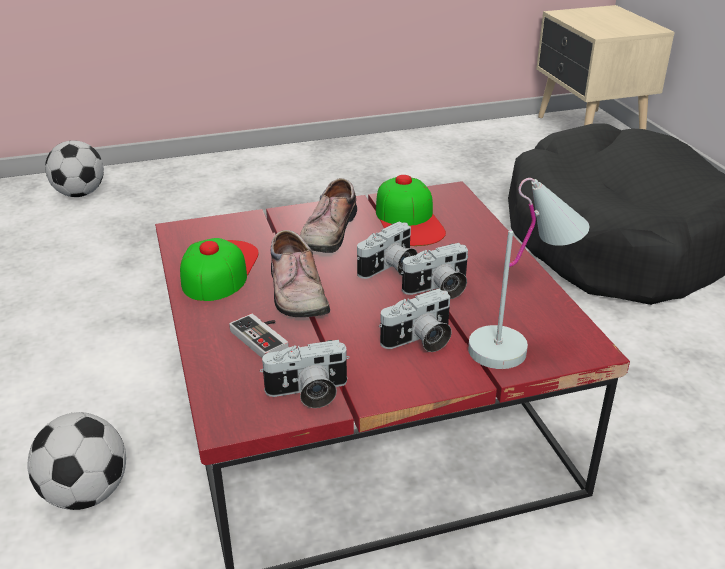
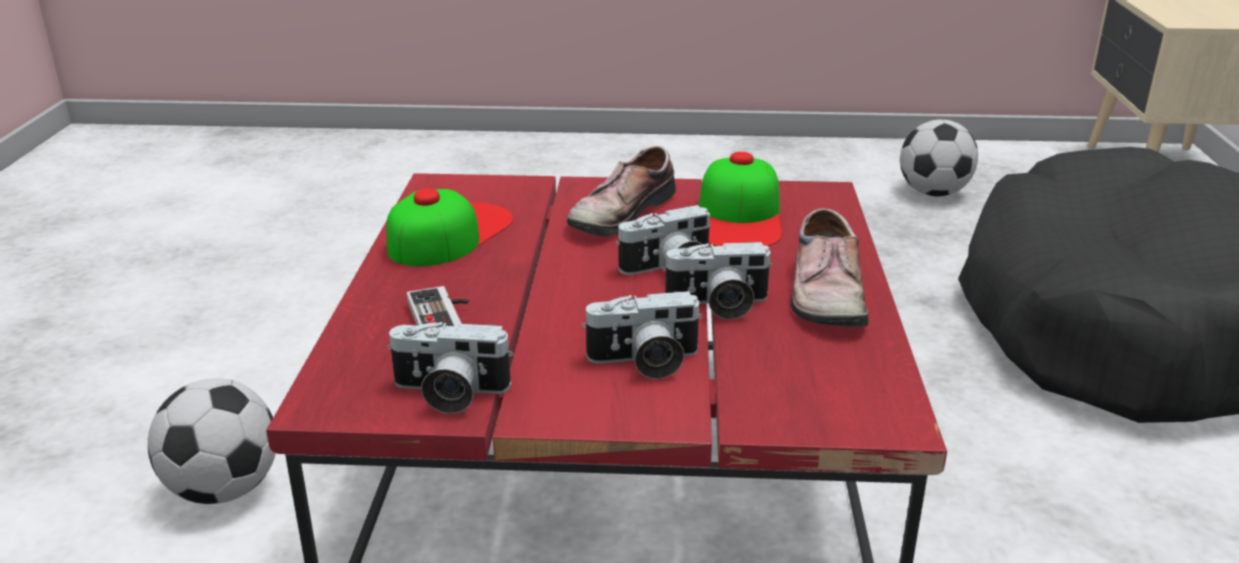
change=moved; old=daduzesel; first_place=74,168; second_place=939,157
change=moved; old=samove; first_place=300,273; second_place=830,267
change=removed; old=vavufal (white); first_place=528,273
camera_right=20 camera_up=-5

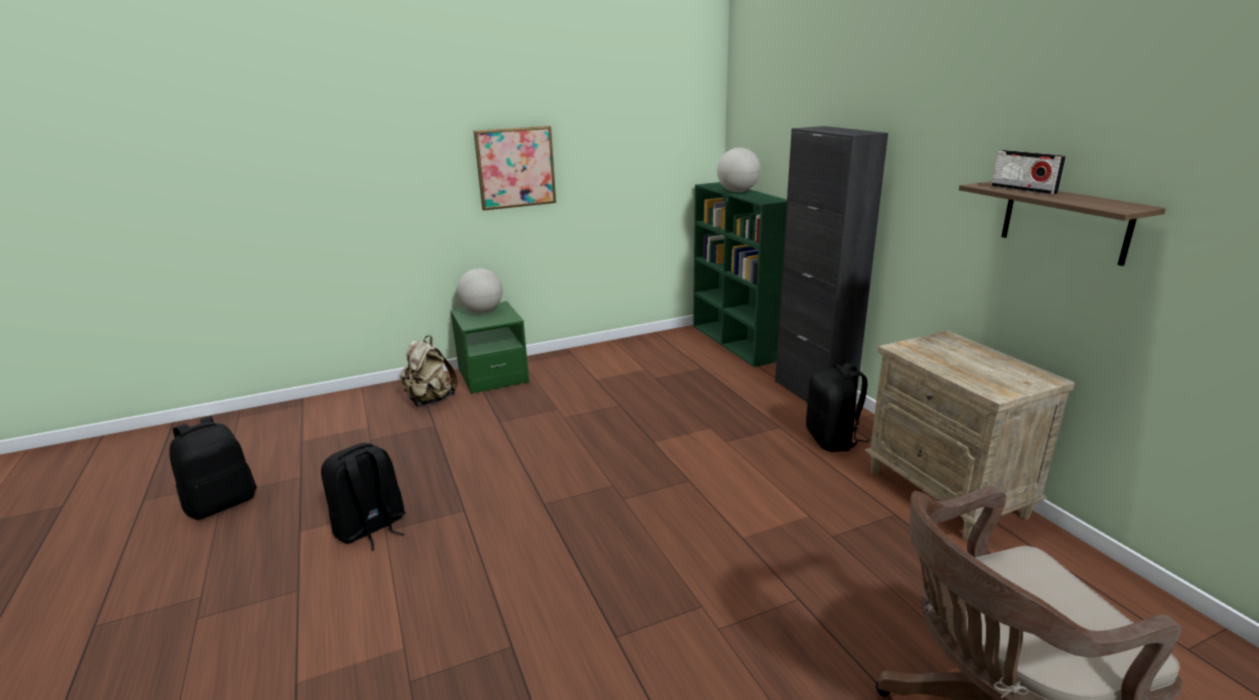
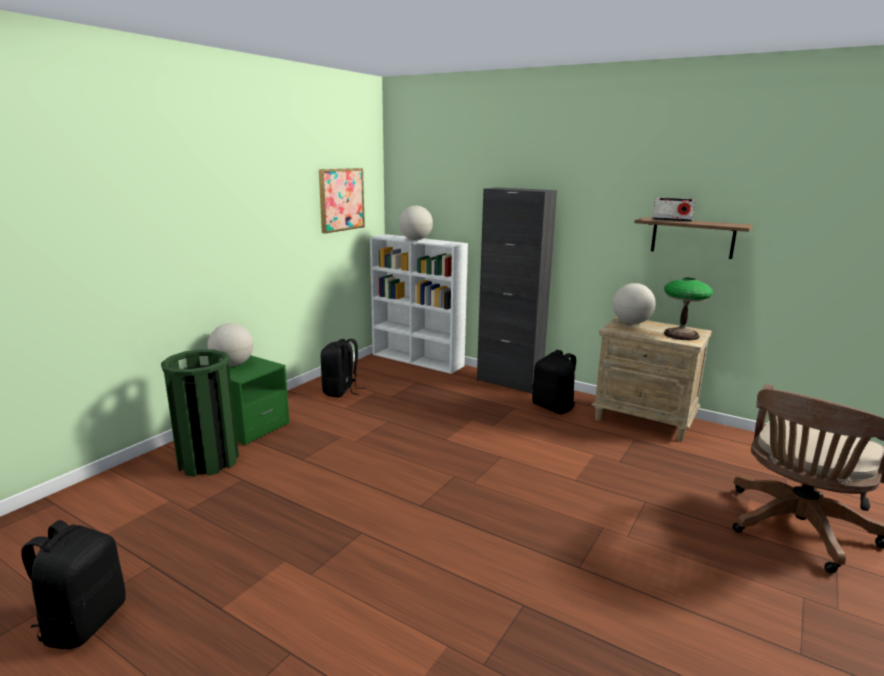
change=moved; old=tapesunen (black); first_place=363,497; second_place=342,368
change=replaced; old=tapesunen (beige); new=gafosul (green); first_place=429,371; second_place=200,413
change=moved; old=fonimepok; first_place=514,168; second_place=342,200
change=recoloured; old=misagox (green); new=misagox (white); first_place=740,274; second_place=419,304
change=added; new=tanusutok; second_place=634,303
change=added; new=vavufal; second_place=688,309
camera_right=-35 camera_up=-5

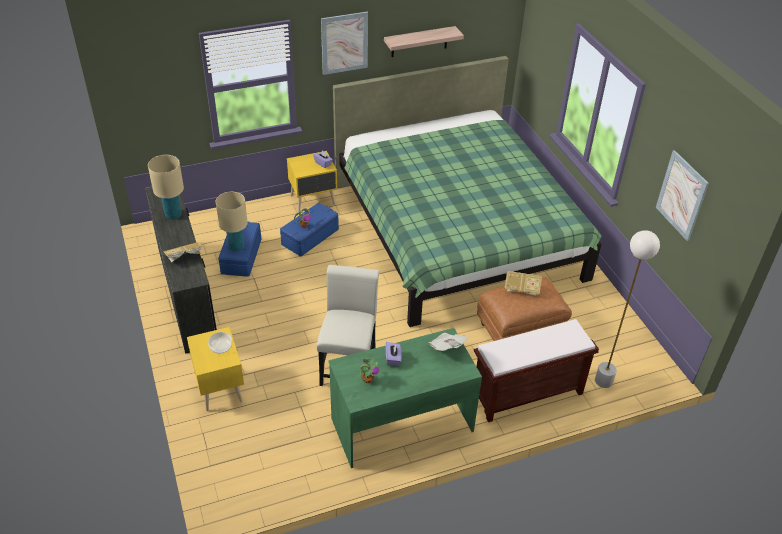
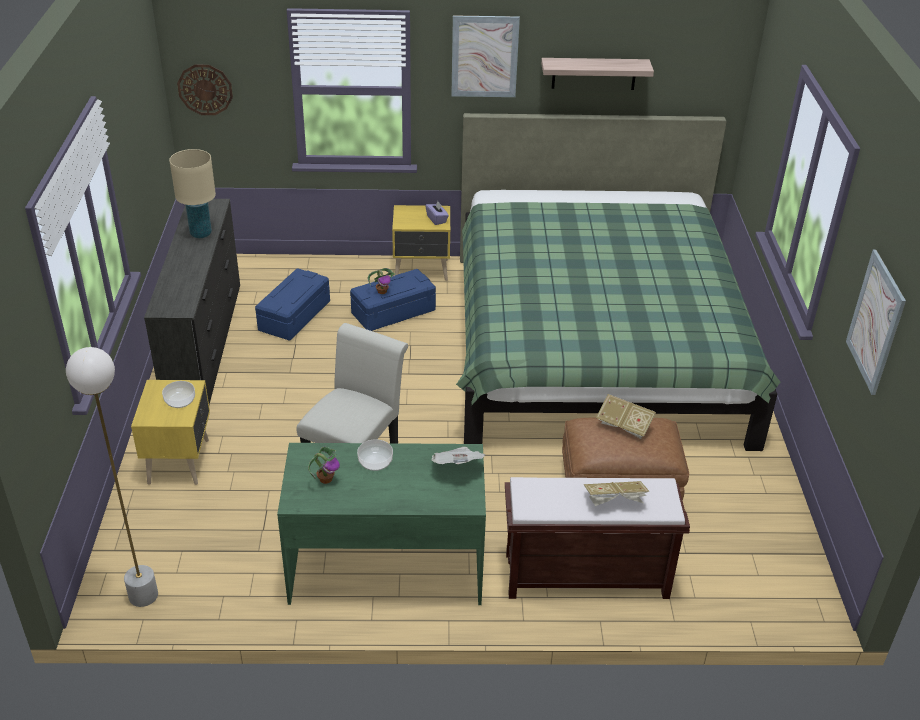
change=moved; old=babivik; first_place=182,252; second_place=616,493
change=removed; old=vavufal (beige); first_place=232,222
change=replaced; old=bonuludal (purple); new=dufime; first_place=393,354; second_place=375,455
change=moved; old=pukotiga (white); first_place=627,309; second_place=112,477
change=added; new=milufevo; second_place=205,90
camera_right=20 camera_up=-5

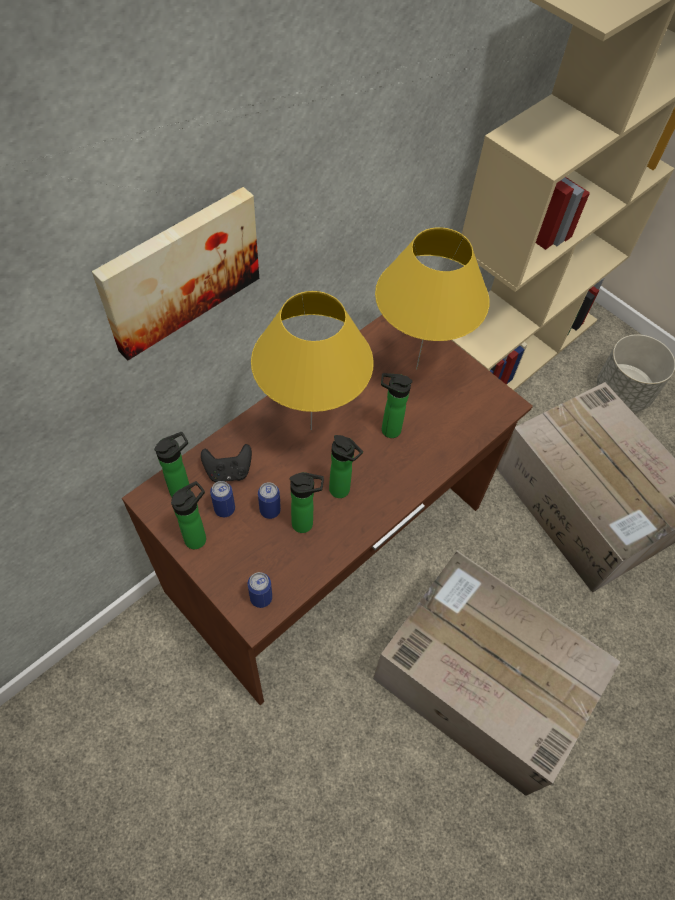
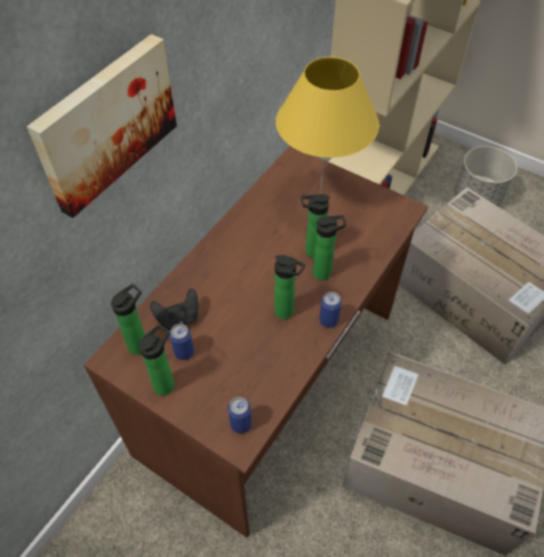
change=removed; old=vavufal (yellow); first_place=312,360
change=moved; old=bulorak; first_place=269,500; second_place=330,310
change=moved; old=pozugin; first_place=307,502; second_place=329,247
camera_right=-10 camera_up=-5

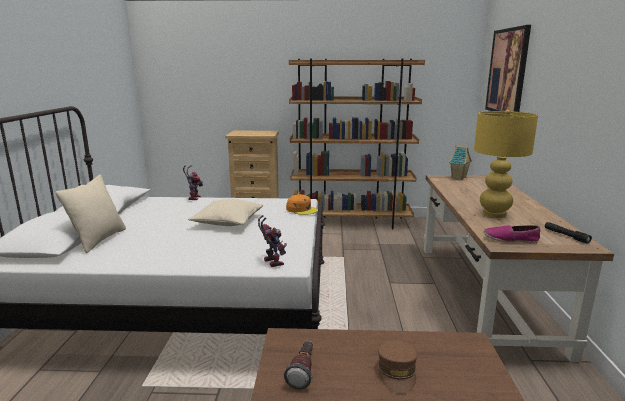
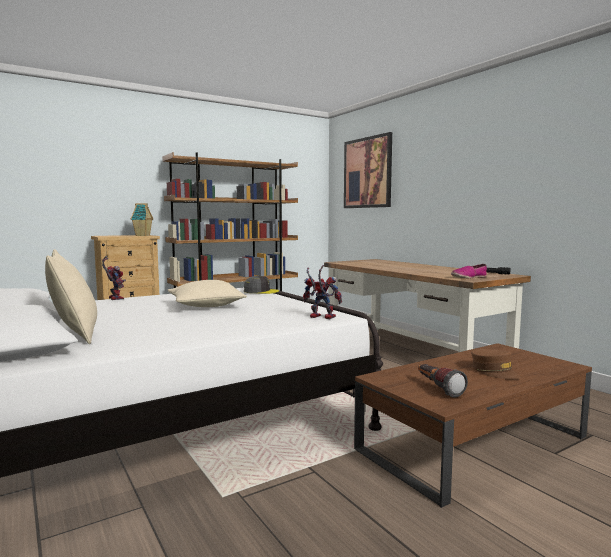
change=recoloured; old=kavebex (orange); new=kavebex (grey); first_place=302,204; second_place=261,285
change=moved; old=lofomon; first_place=460,162; second_place=142,219
change=removed; old=vavufal (yellow); first_place=506,164
camera_right=-35 camera_up=-10

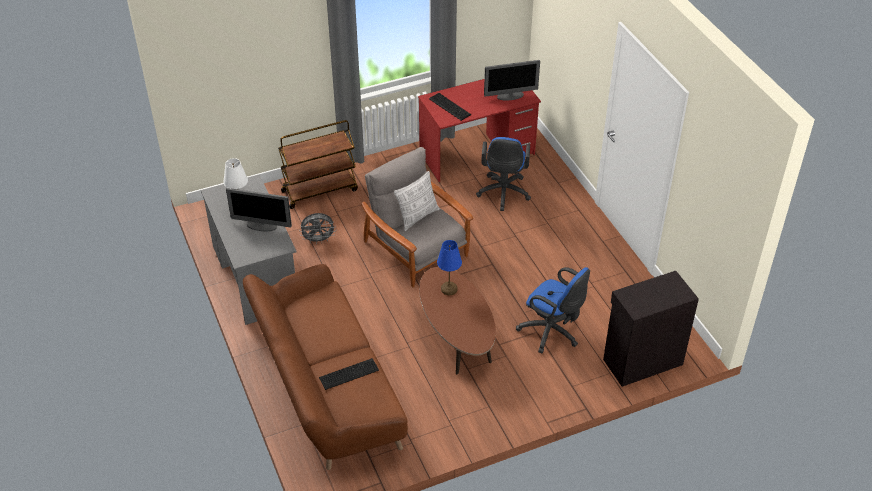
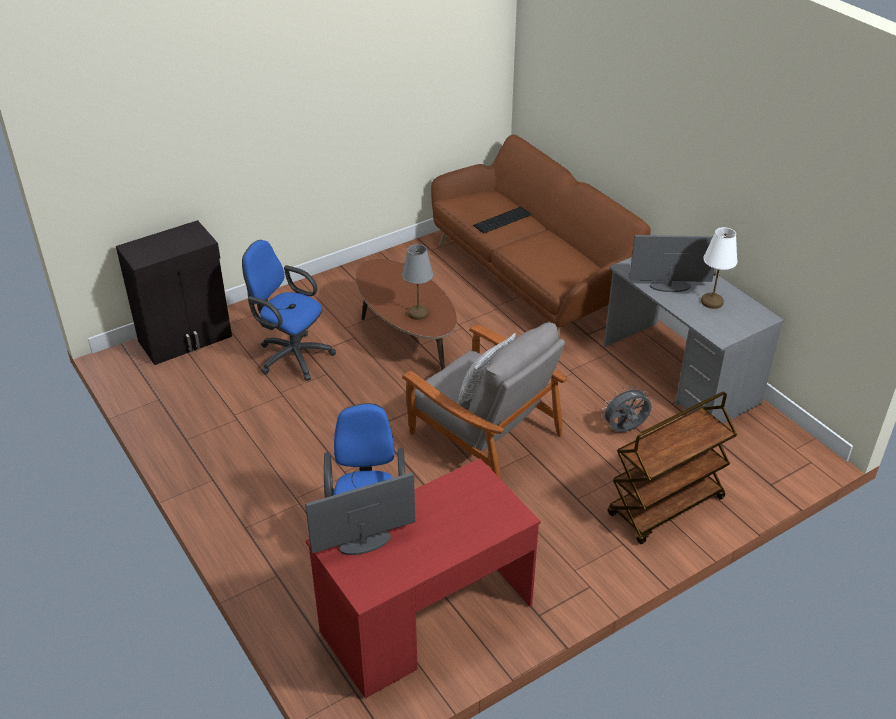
change=removed; old=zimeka; first_place=450,107
change=recoloured; old=vavufal (blue); new=vavufal (grey); first_place=449,267; second_place=417,282
camera_right=170 camera_up=-5

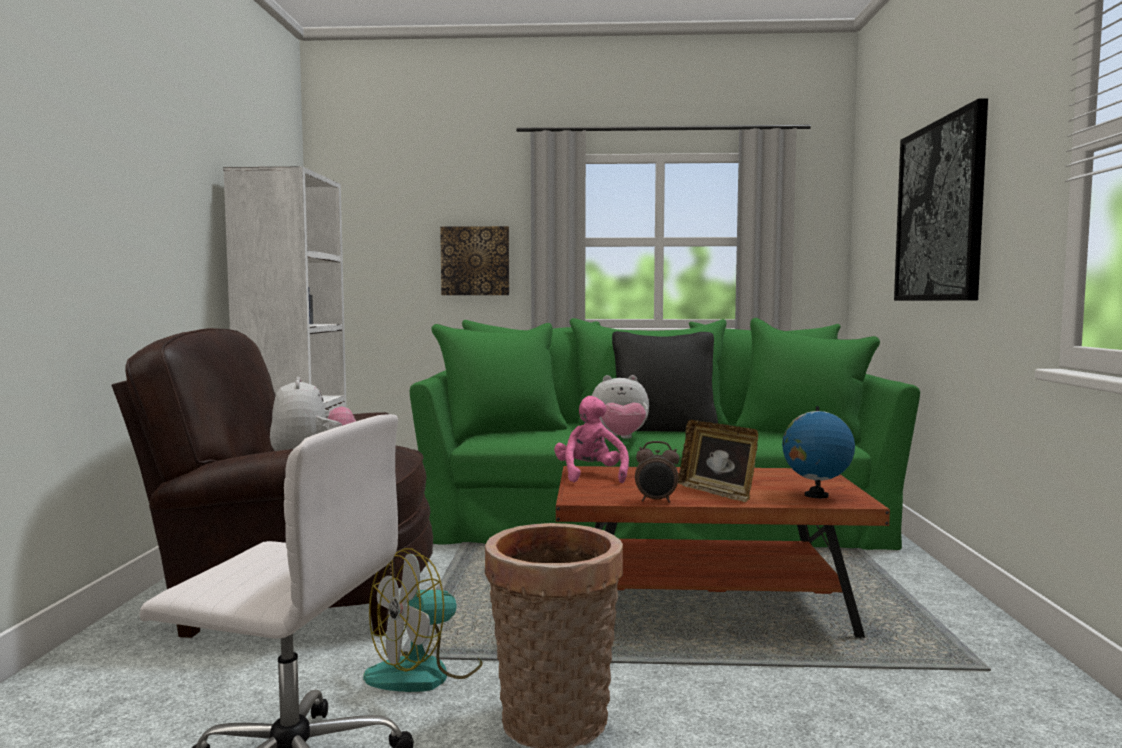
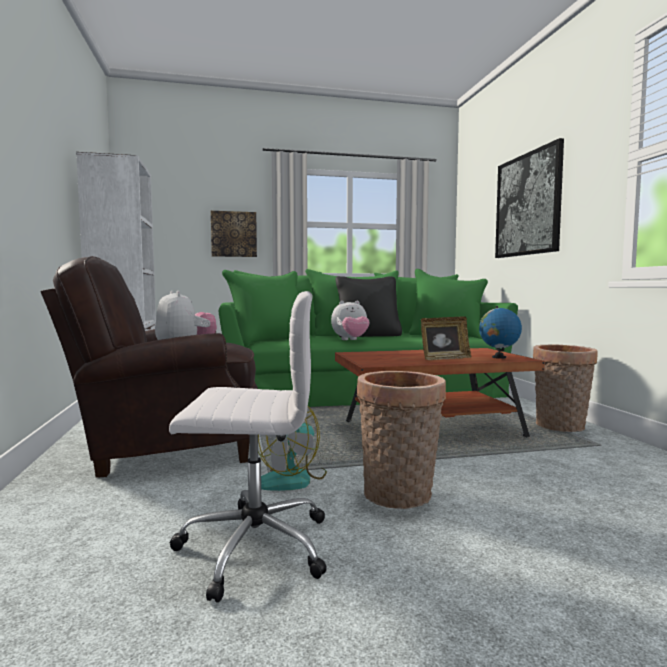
change=removed; old=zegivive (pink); first_place=591,439
change=removed; old=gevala; first_place=657,472
change=turned; old=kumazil; first_place=718,461; second_place=446,338; degrees=-60
change=added; new=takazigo; second_place=565,388
camera_right=-15 camera_up=0

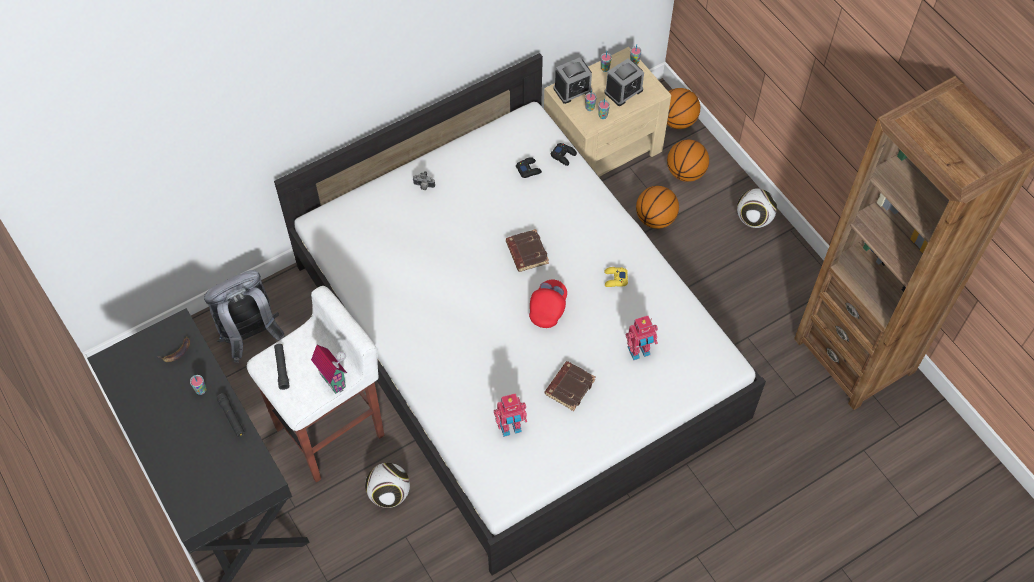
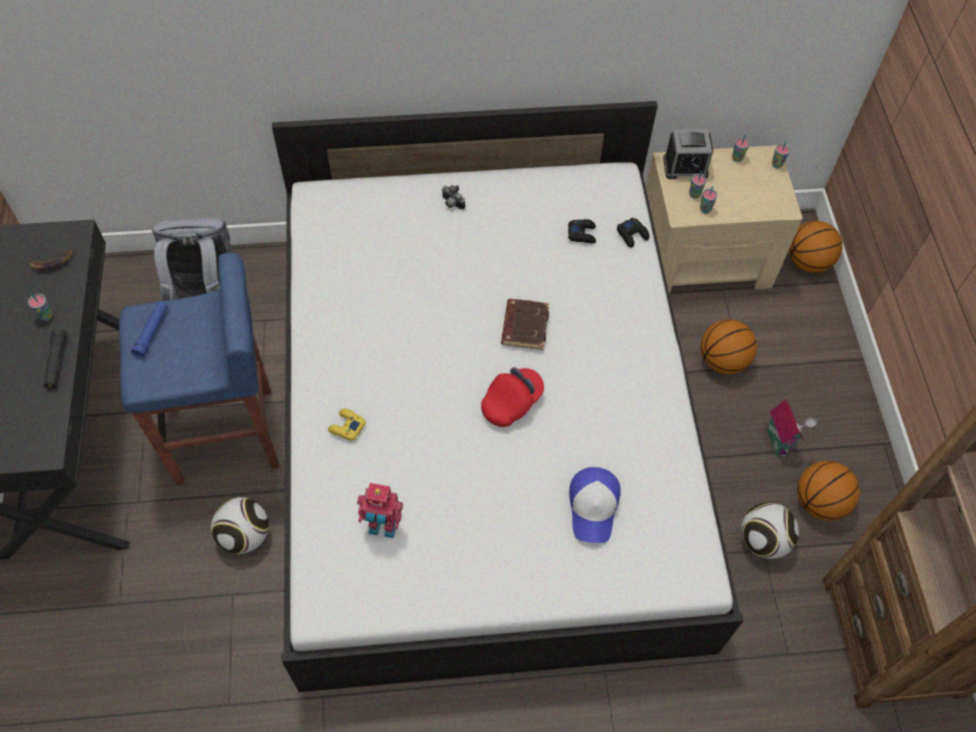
change=recoloured; old=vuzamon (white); new=vuzamon (blue); first_place=316,384; second_place=199,369
change=recoloured; old=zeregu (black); new=zeregu (blue); first_place=282,367; second_place=149,329
change=moved; old=lofomon; first_place=329,369; second_place=791,428
change=removed; old=babivik (brown); first_place=569,386
change=removed; old=gevala; first_place=624,82
change=moved; old=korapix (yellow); first_place=616,277; second_place=347,424
change=replaced; old=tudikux; new=kavebex; first_place=642,338; second_place=595,505
change=moved; old=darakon; first_place=688,161; second_place=828,491
change=moved; old=daduzesel; first_place=757,208; second_place=770,530
camera_right=25 camera_up=0

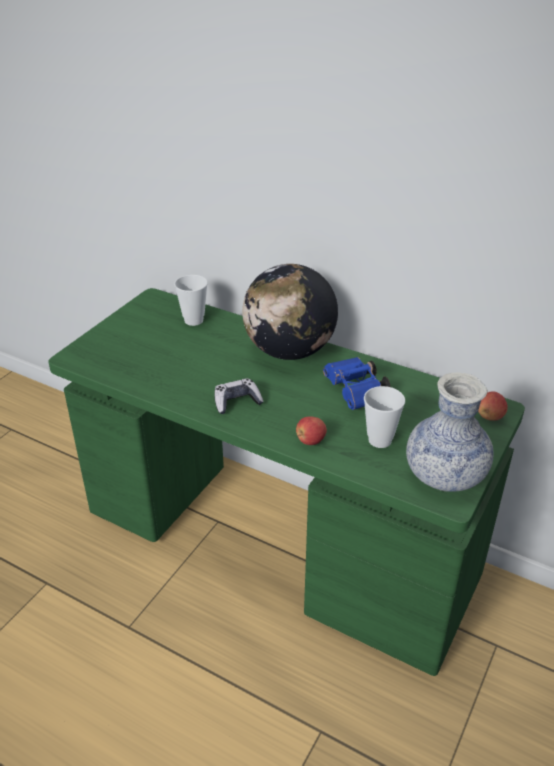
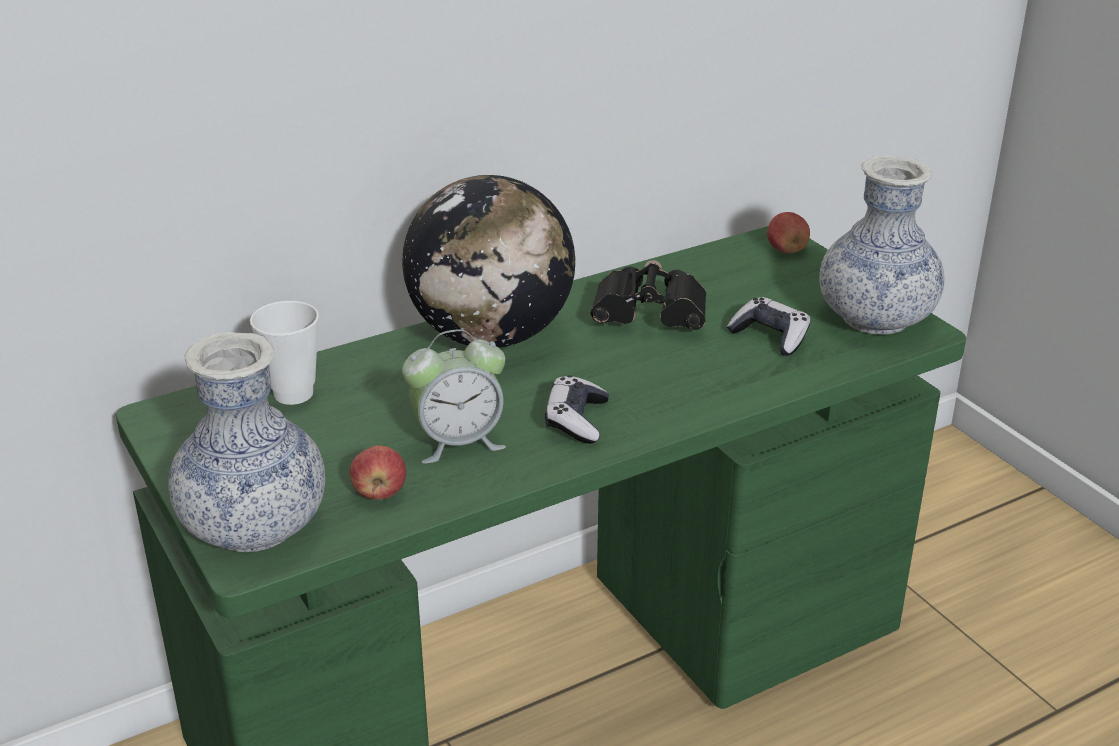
change=moved; old=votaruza; first_place=311,431; second_place=378,472
change=recoloured; old=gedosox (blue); new=gedosox (black); first_place=357,383; second_place=648,295
change=replaced; old=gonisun; new=korapix; first_place=384,417; second_place=768,326
change=added; new=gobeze; second_place=247,442
change=added; new=gevala; second_place=454,396
camera_right=-60 camera_up=-5

